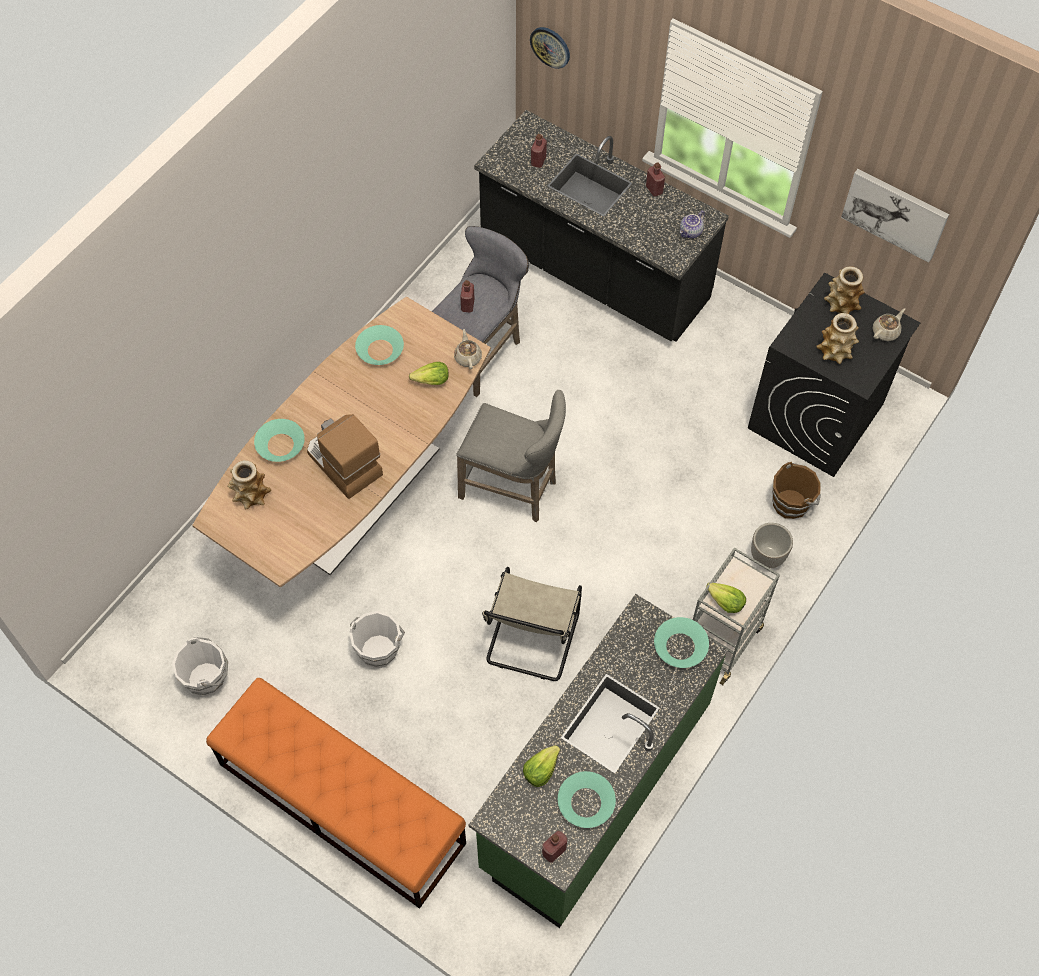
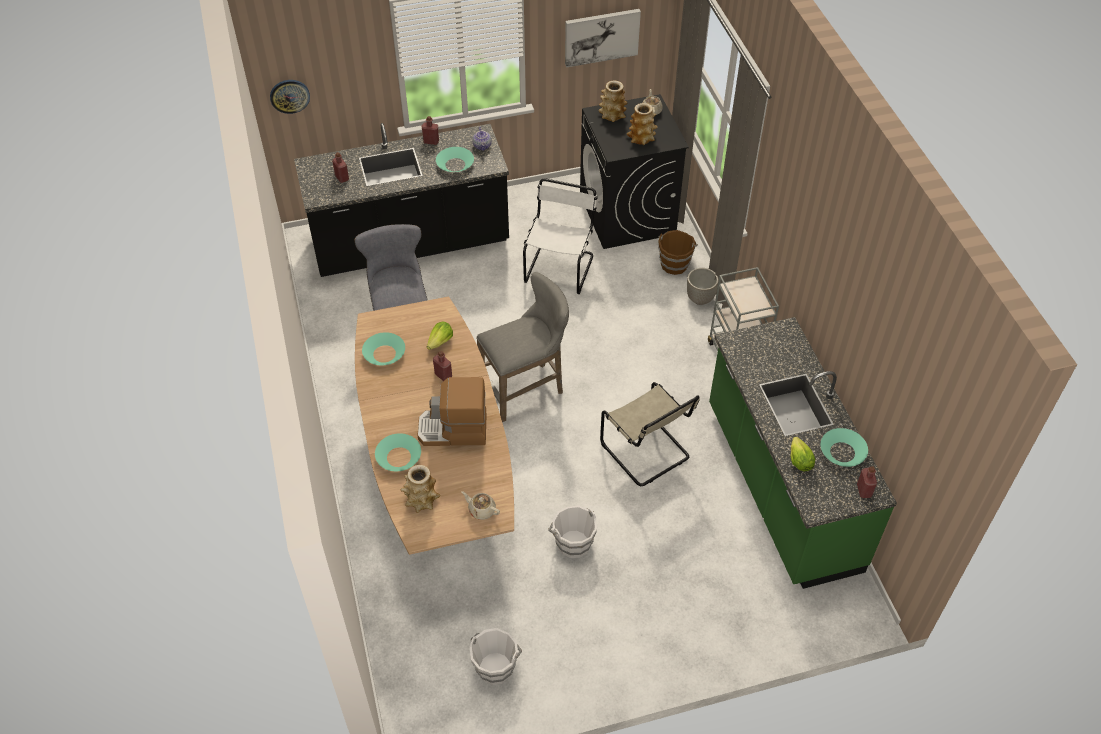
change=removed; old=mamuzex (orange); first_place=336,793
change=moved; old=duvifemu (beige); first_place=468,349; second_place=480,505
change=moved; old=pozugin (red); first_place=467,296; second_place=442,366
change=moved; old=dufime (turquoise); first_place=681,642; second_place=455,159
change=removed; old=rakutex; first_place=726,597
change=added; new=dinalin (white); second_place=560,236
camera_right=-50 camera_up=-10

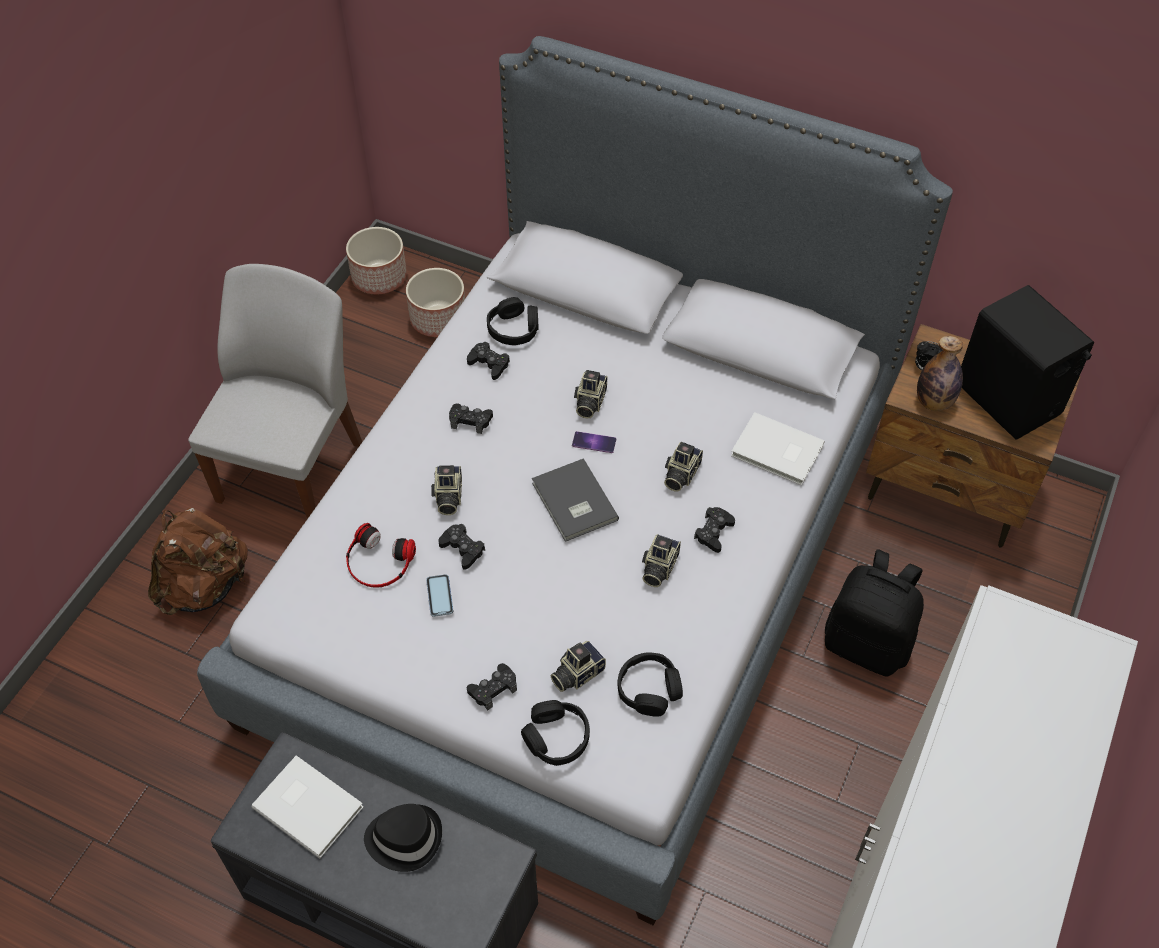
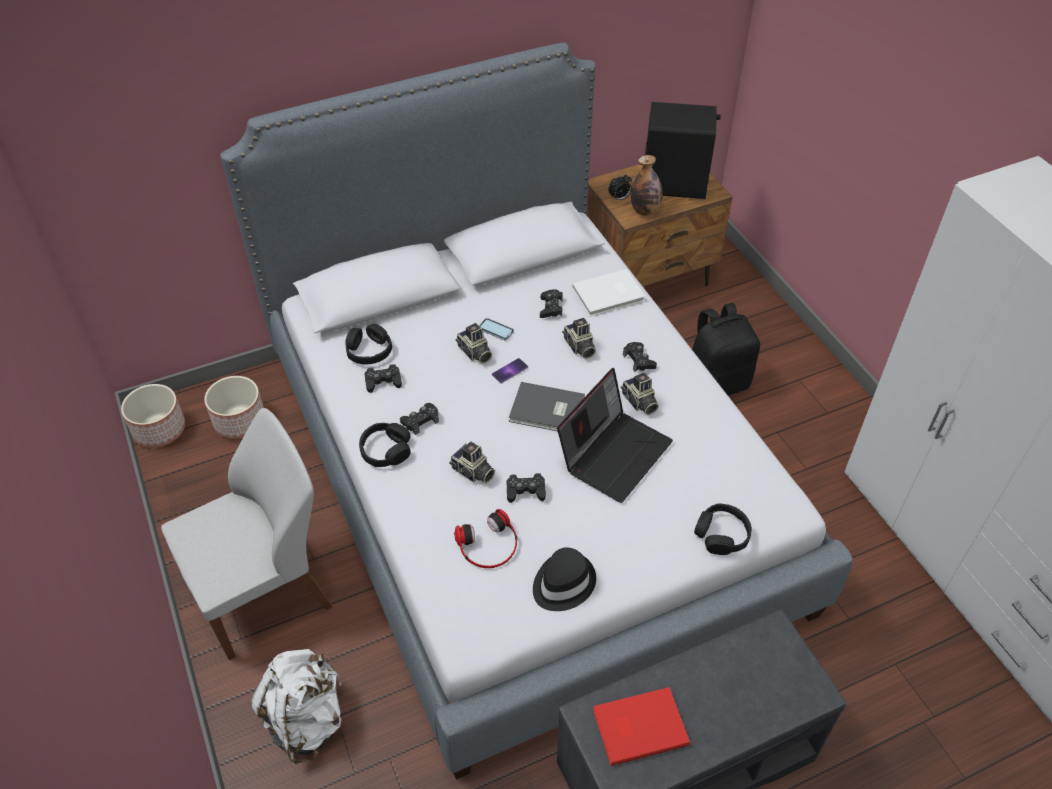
change=recoloured; old=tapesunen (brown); new=tapesunen (white); first_place=198,561; second_place=296,706
change=turned; old=dinalin (white); first_place=275,391; second_place=246,534; degrees=90
change=recoloured; old=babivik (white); new=babivik (red); first_place=307,806; second_place=641,726
change=moved; old=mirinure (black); first_place=403,838; second_place=564,579
change=moved; old=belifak; first_place=439,595; second_place=496,329
change=moved; old=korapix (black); first_place=491,686; second_place=551,303
change=removed; old=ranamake; first_place=578,666
change=moved; old=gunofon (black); first_place=650,684; second_place=385,445
change=added; new=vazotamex; second_place=615,435
camera_right=-50 camera_up=-5

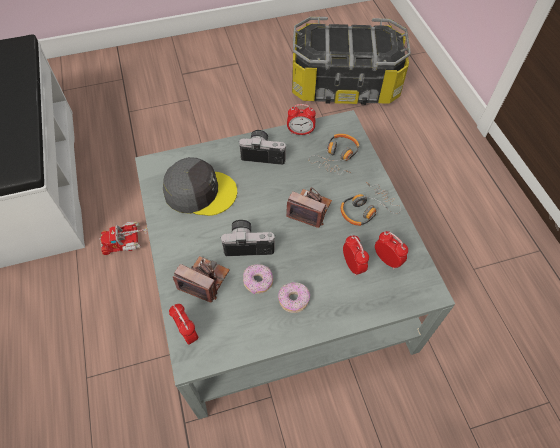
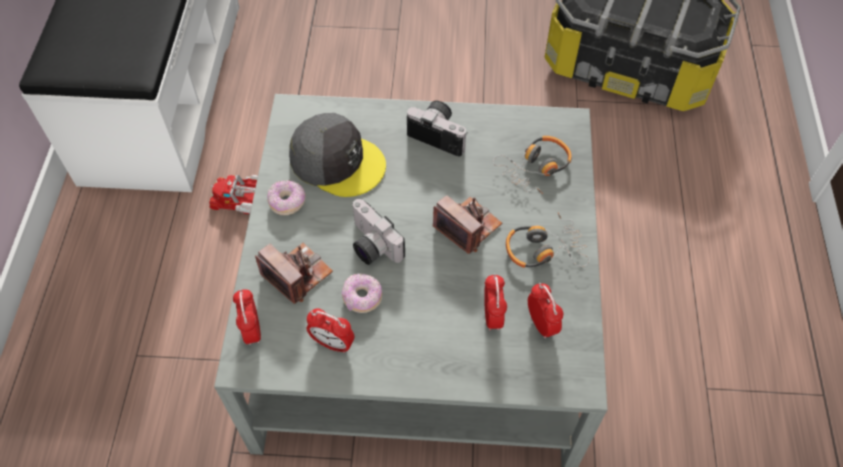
change=turned; old=ranamake; first_place=247,238; second_place=379,232; degrees=-150
change=moved; old=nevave; first_place=294,297; second_place=286,197
change=moved; old=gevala; first_place=301,119; second_place=330,330
camera_right=20 camera_up=0

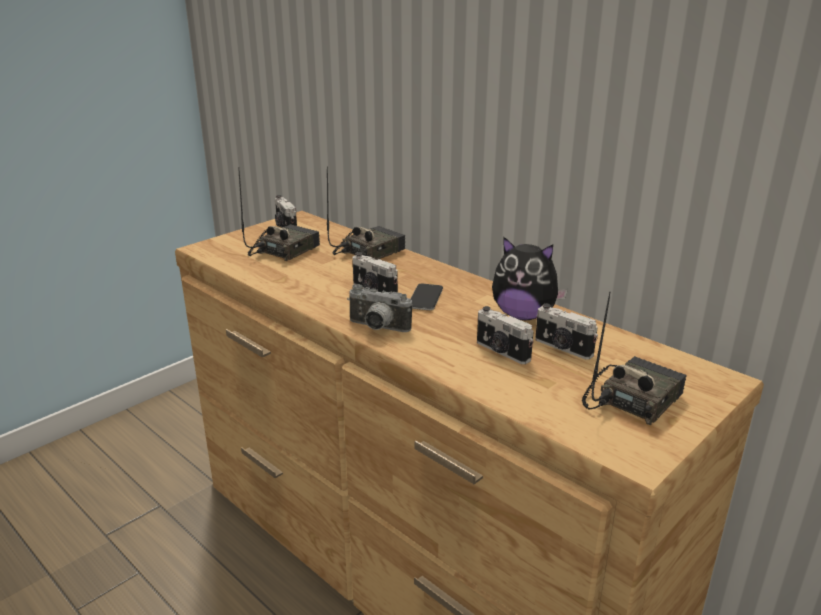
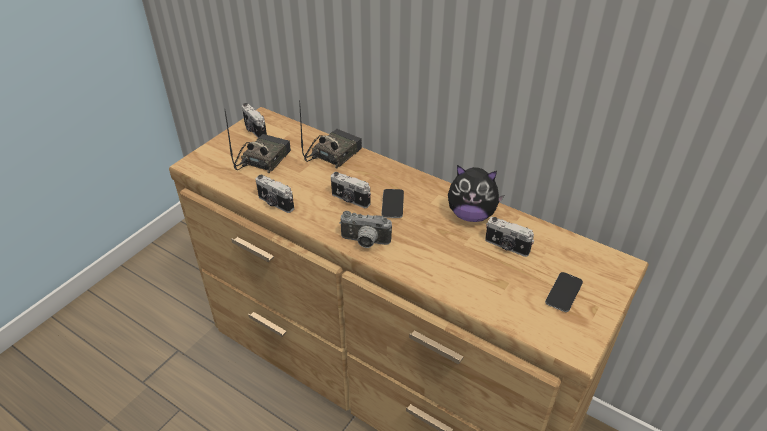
change=moved; old=ranamake; first_place=505,335; second_place=274,194
change=replaced; old=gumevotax; new=belifak; first_place=634,358; second_place=564,292
camera_right=-10 camera_up=15

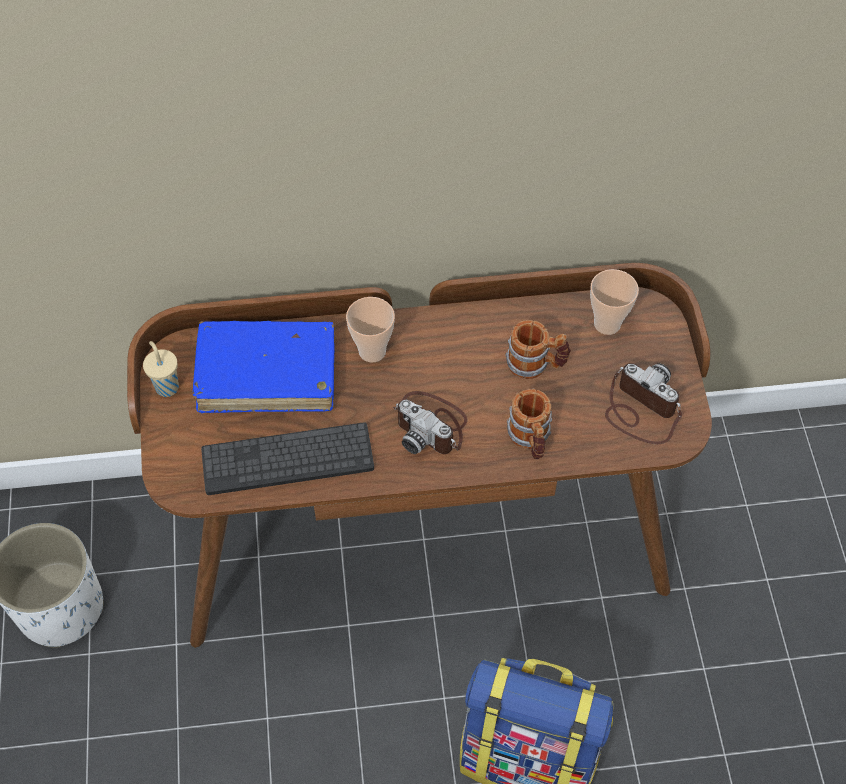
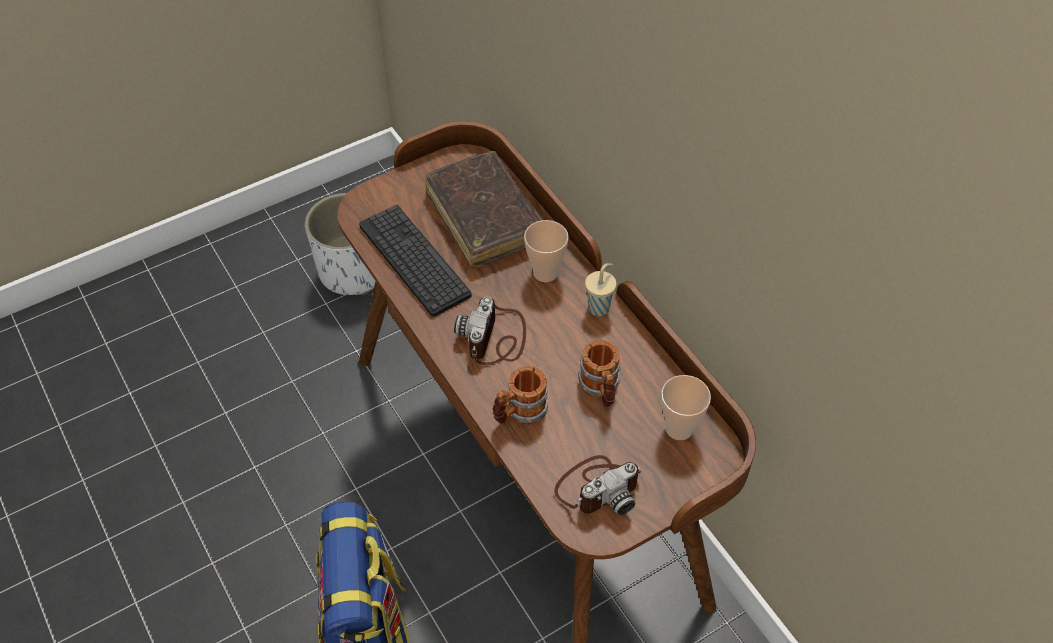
change=moved; old=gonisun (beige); first_place=161,369; second_place=600,289
change=recoloured; old=babivik (blue); new=babivik (brown); first_place=264,367; second_place=482,209
change=turned; old=ranamake; first_place=643,403; second_place=598,485; degrees=45
camera_right=65 camera_up=-5

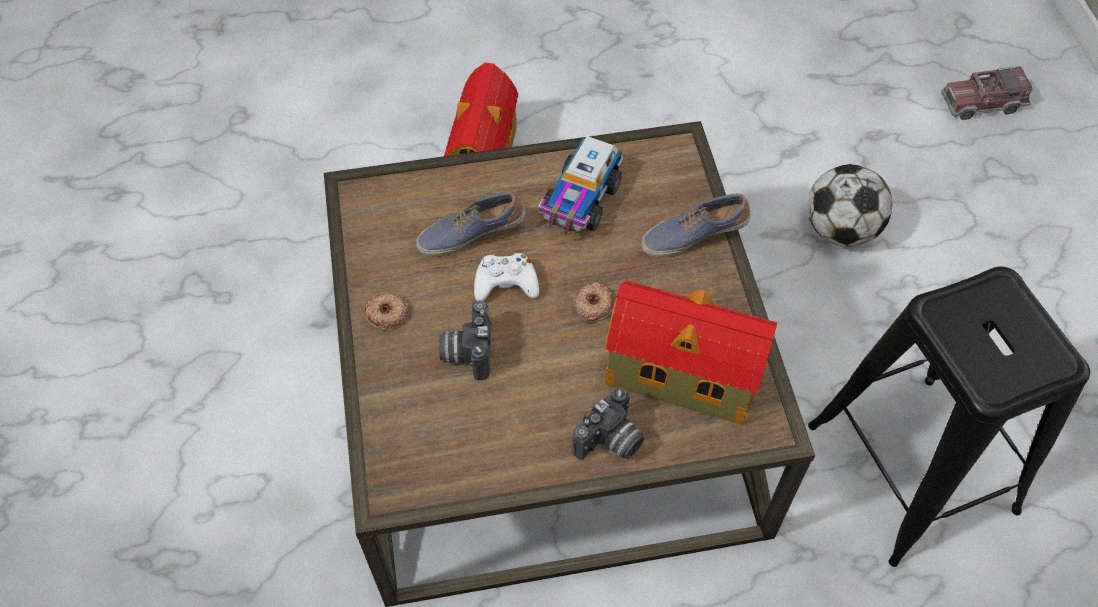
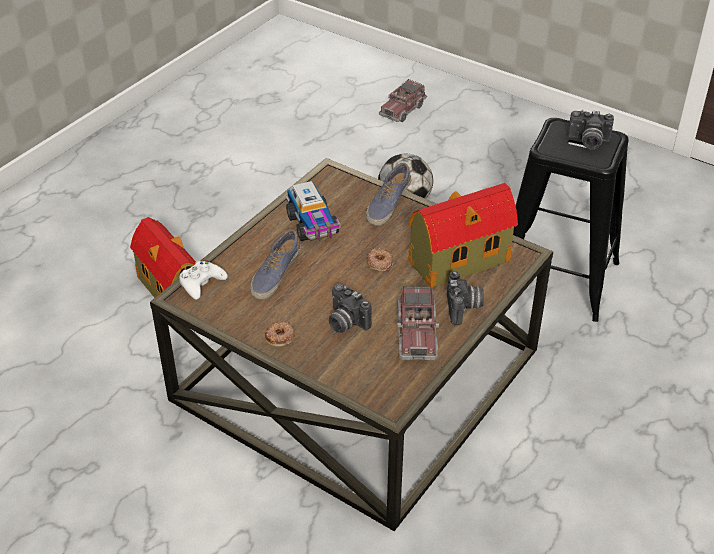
change=moved; old=korapix (white); first_place=506,277; second_place=203,280
change=added; new=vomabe; second_place=418,323
change=added; new=ranamake; second_place=591,130
camera_right=-45 camera_up=-15

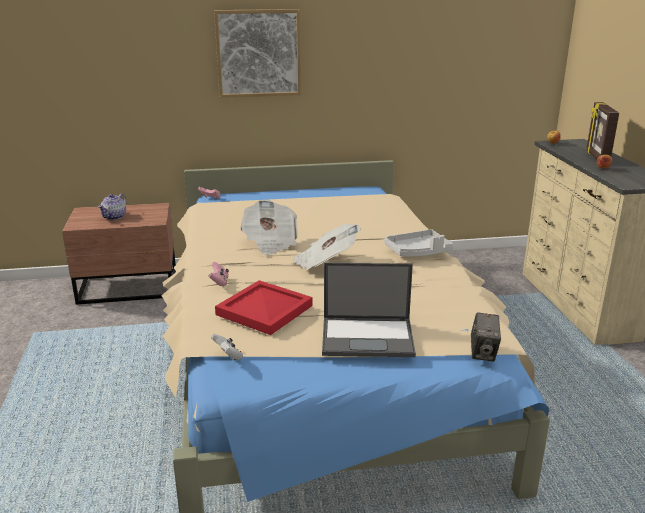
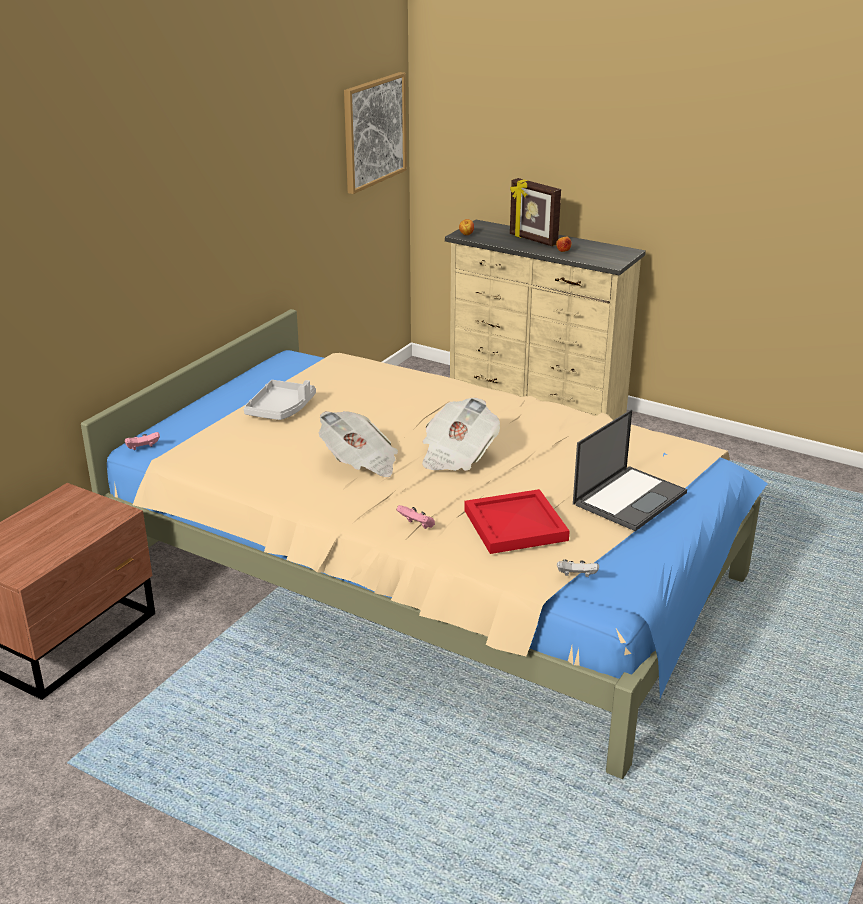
change=removed; old=duvifemu; first_place=112,207
change=moved; old=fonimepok; first_place=257,53; second_place=375,133
change=moved; old=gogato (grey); first_place=418,243; second_place=280,400
change=removed; old=ranamake; first_place=486,336
camera_right=-50 camera_up=5

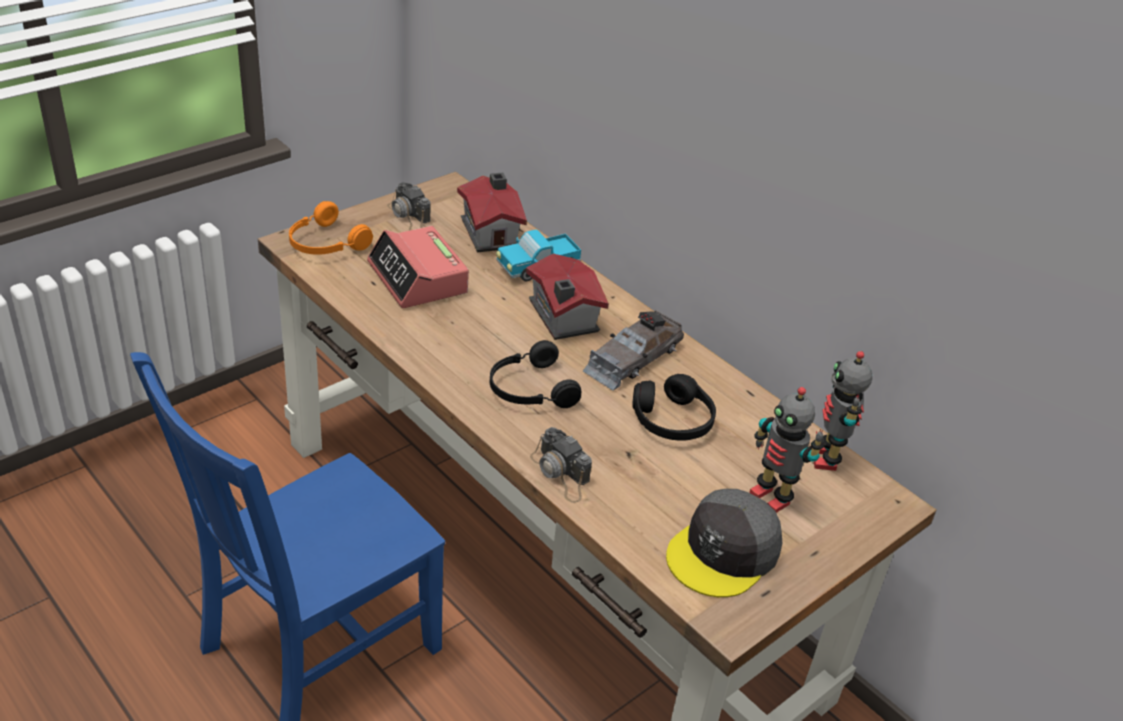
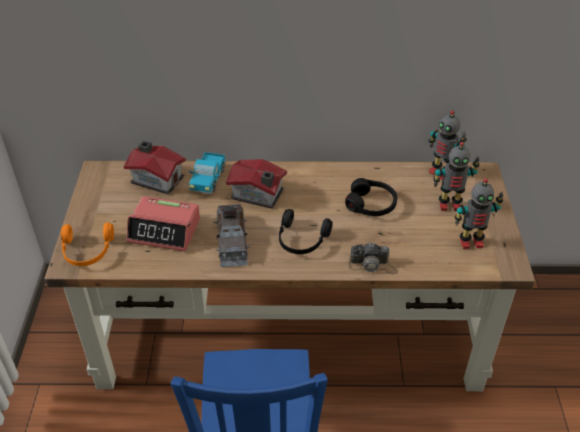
change=removed; old=ranamake; first_place=409,206
change=moved; old=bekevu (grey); first_place=633,350; second_place=231,235
change=replaced; old=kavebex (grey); new=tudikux; first_place=724,543; second_place=479,213
camera_right=-45 camera_up=5

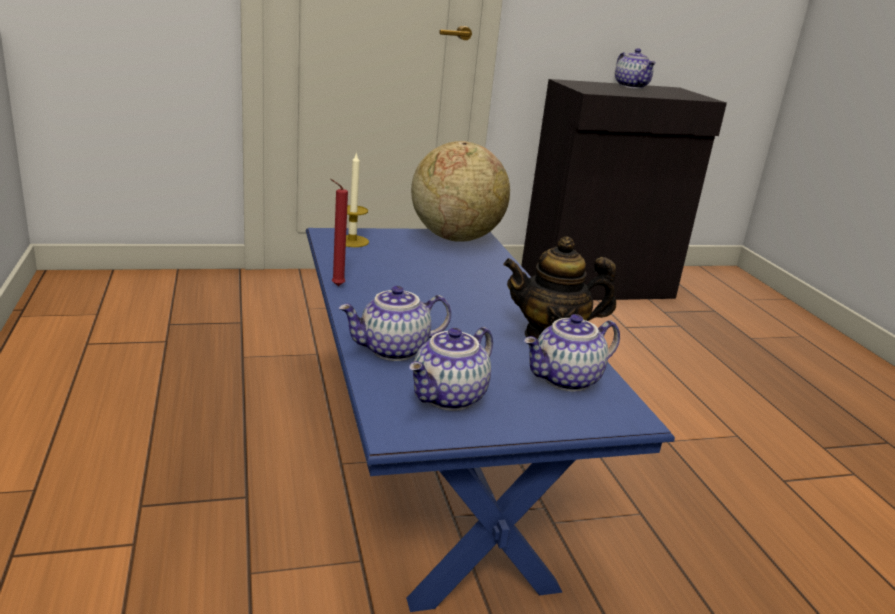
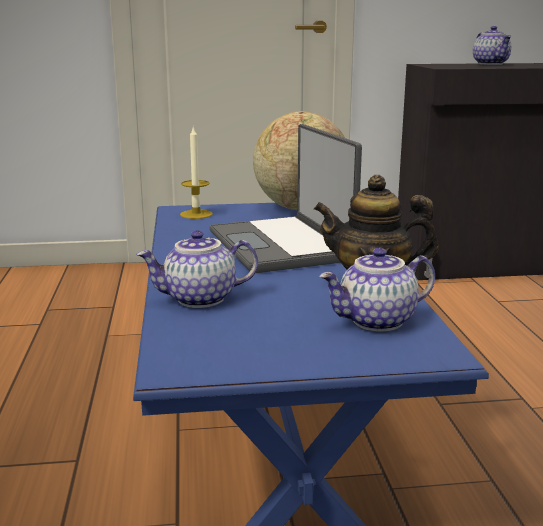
change=removed; old=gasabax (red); first_place=339,232
change=removed; old=duvifemu; first_place=451,369
change=added; new=vazotamex; second_place=285,198
camera_right=10 camera_up=-5

